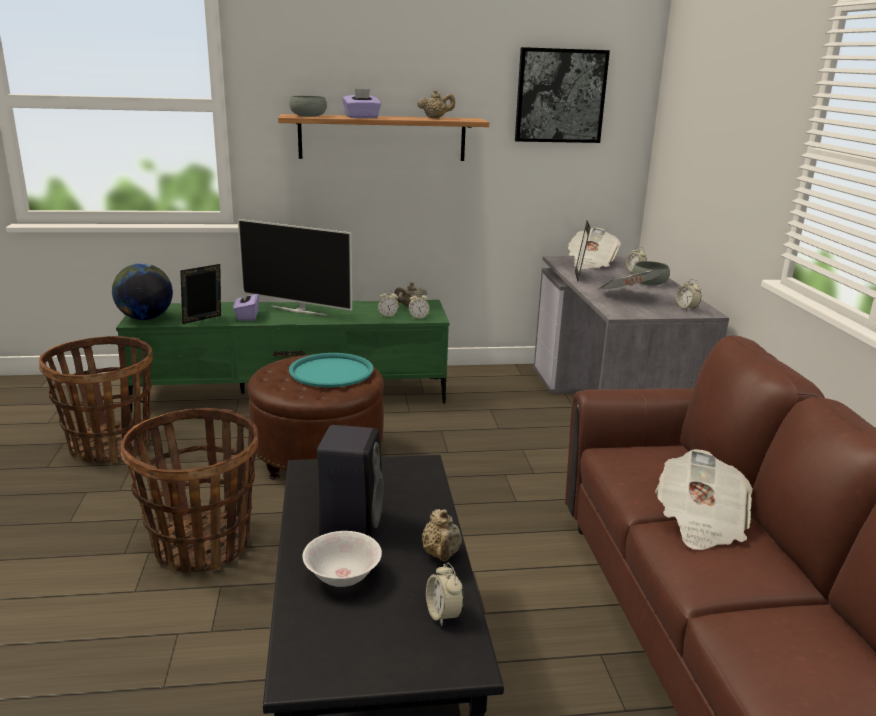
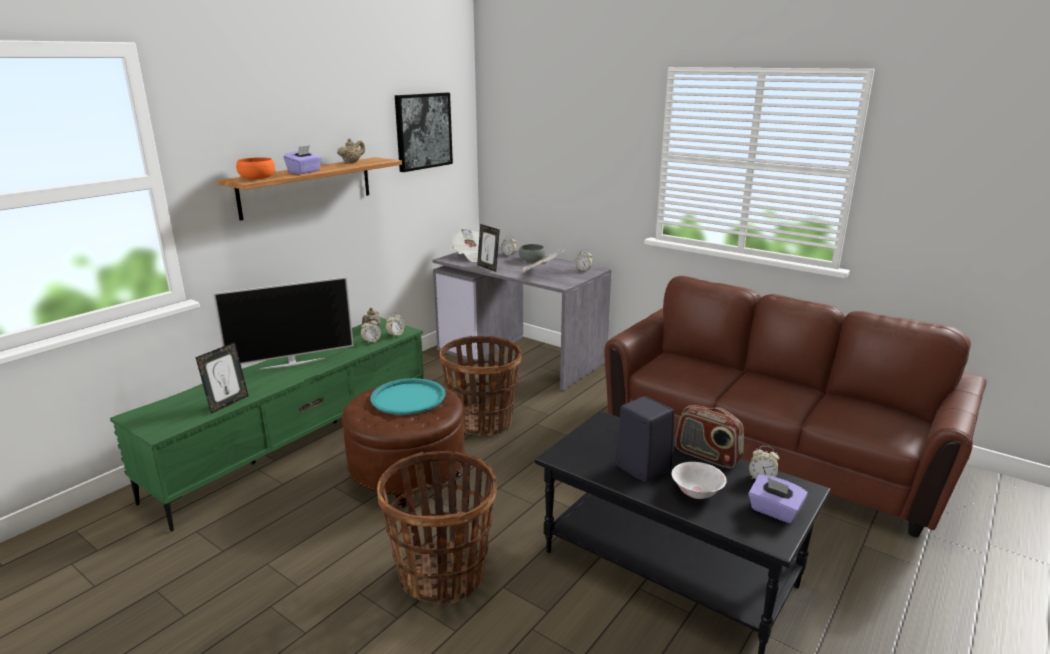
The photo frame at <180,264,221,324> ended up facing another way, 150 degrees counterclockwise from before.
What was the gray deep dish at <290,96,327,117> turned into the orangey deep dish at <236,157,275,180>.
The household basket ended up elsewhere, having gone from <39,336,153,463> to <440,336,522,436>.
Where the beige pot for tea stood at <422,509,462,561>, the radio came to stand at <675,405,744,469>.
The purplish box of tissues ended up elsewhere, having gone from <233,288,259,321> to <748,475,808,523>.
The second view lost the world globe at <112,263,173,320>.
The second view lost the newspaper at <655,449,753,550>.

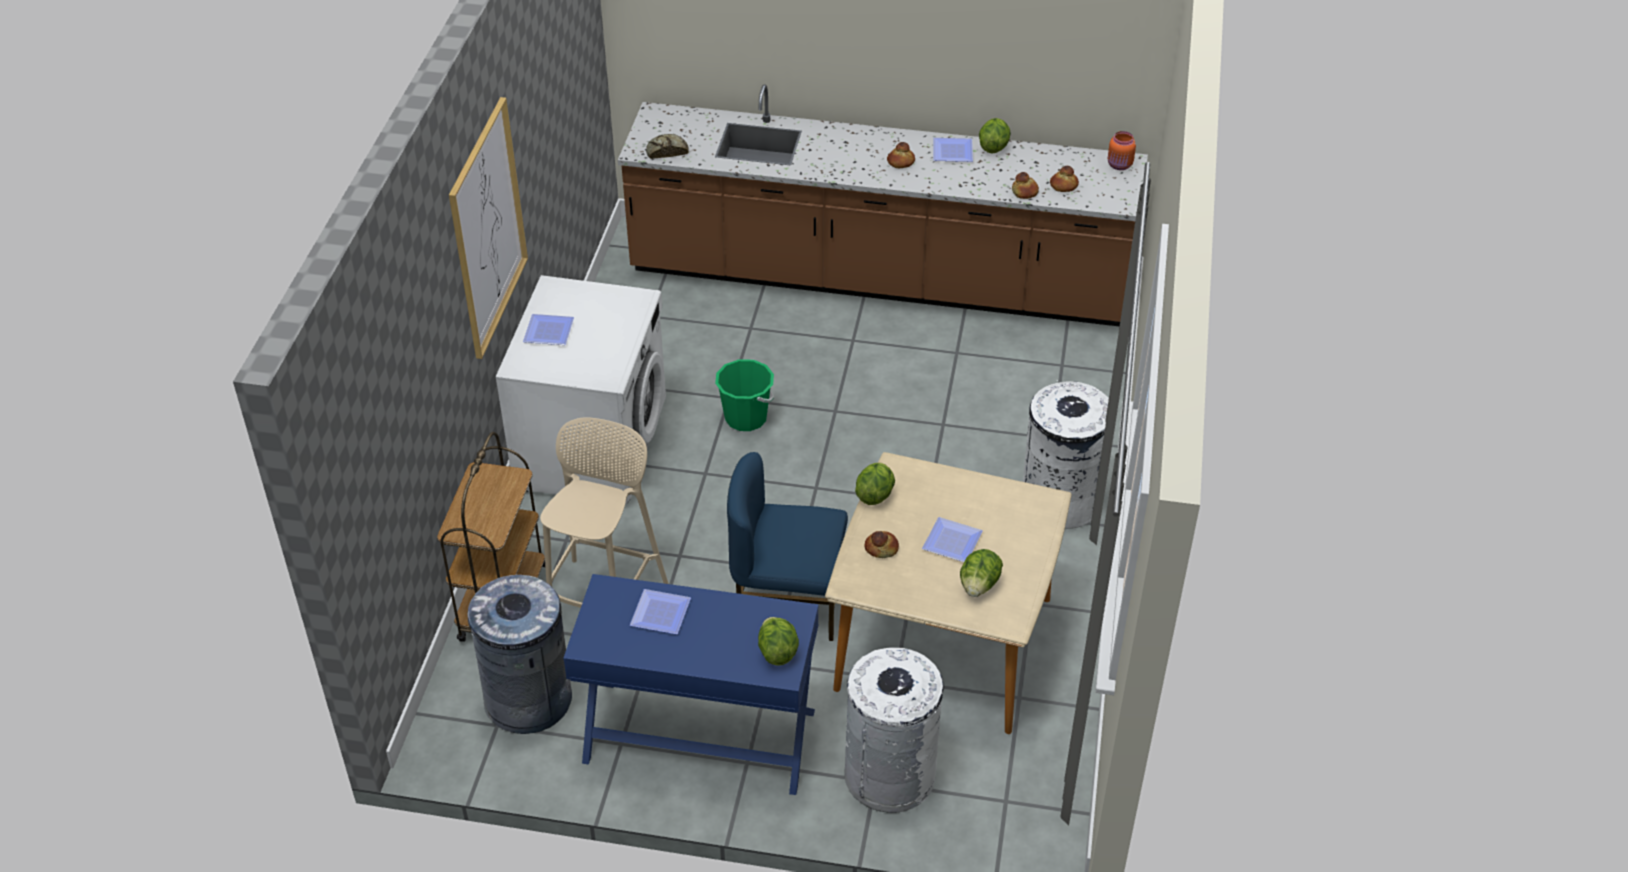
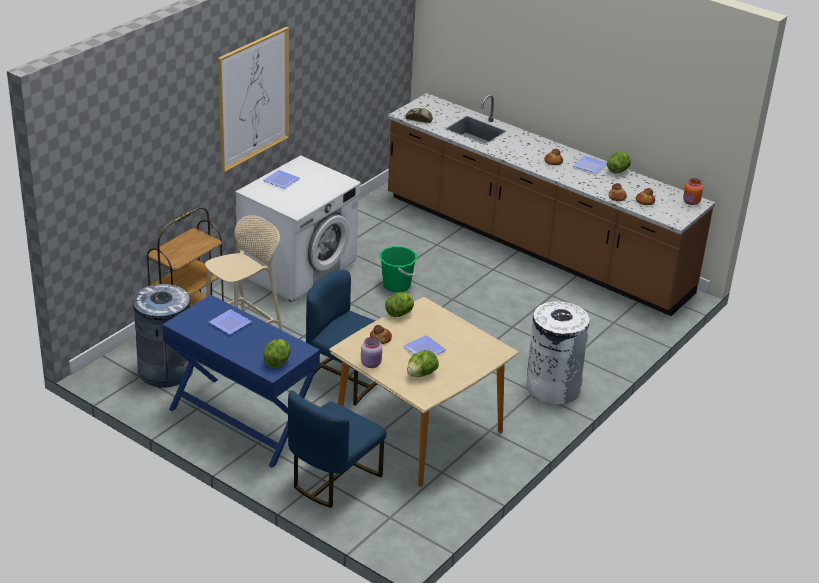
Where the whitish trash can stood at <844,647,944,813>, the bluish chair came to stand at <288,390,386,508>.
The second view gained the pinkish preserve jar at <361,337,382,368>.

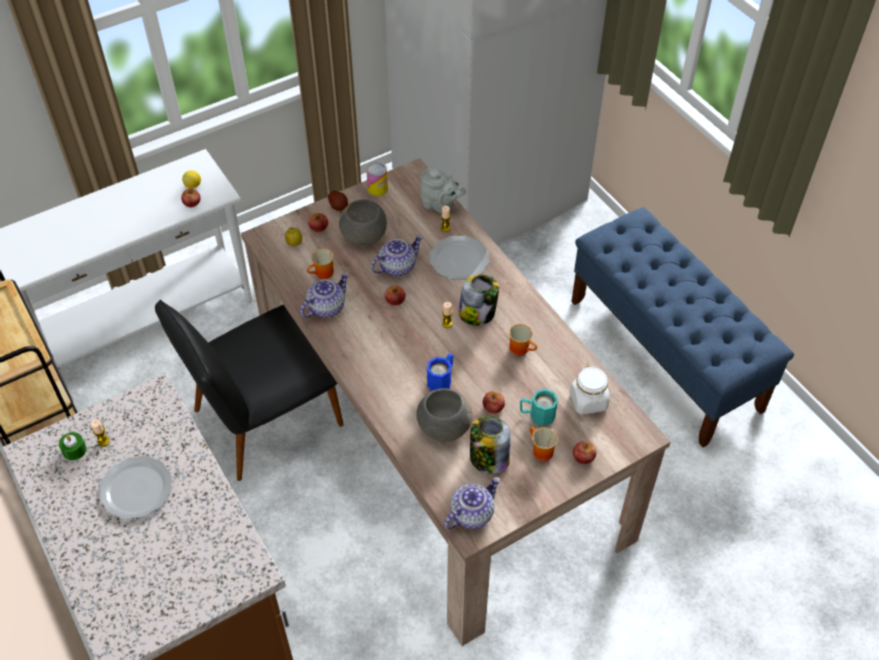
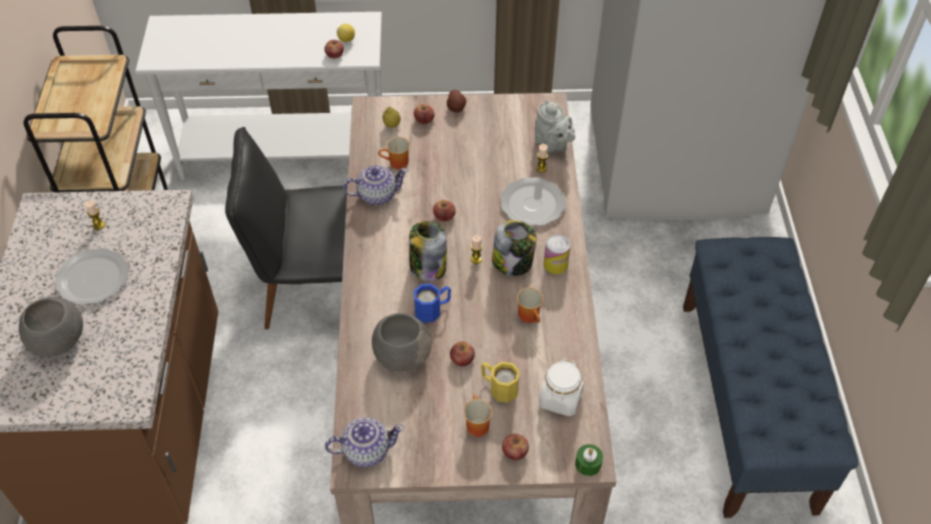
The gray deep dish ended up elsewhere, having gone from <339,200,387,245> to <19,297,83,357>.
The preserve jar ended up elsewhere, having gone from <470,416,511,474> to <409,221,447,282>.
What was the turquoise mug at <520,389,558,426> turned into the yellow mug at <481,361,520,403>.
The metal can ended up elsewhere, having gone from <366,162,388,196> to <544,234,571,274>.
The greenish wax light ended up elsewhere, having gone from <59,432,87,460> to <575,444,603,476>.
The second view lost the pot for tea at <371,236,423,276>.

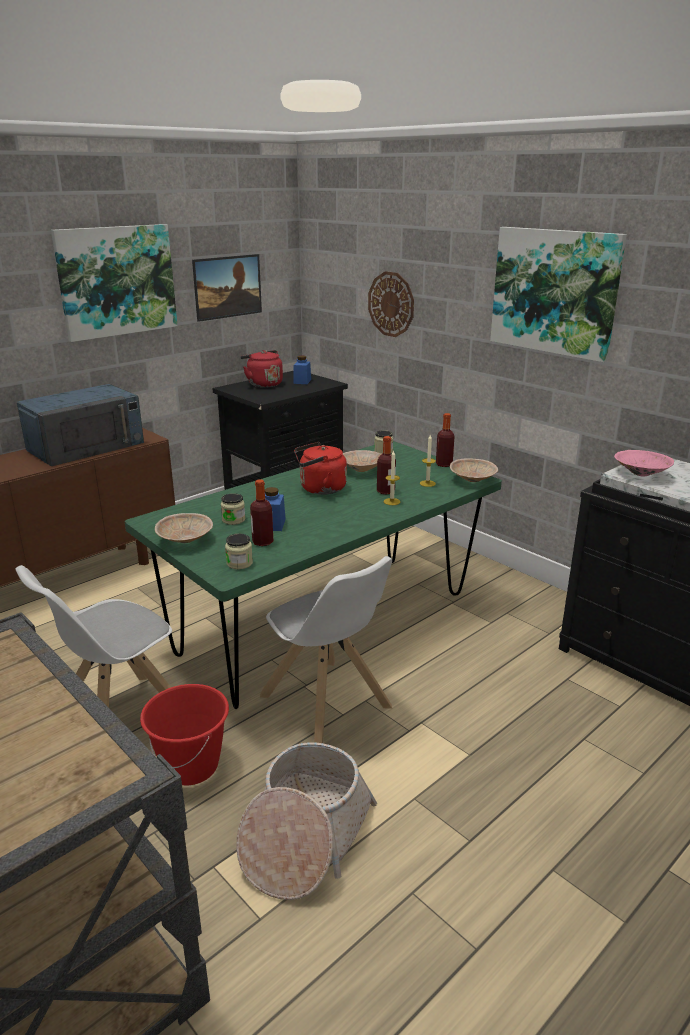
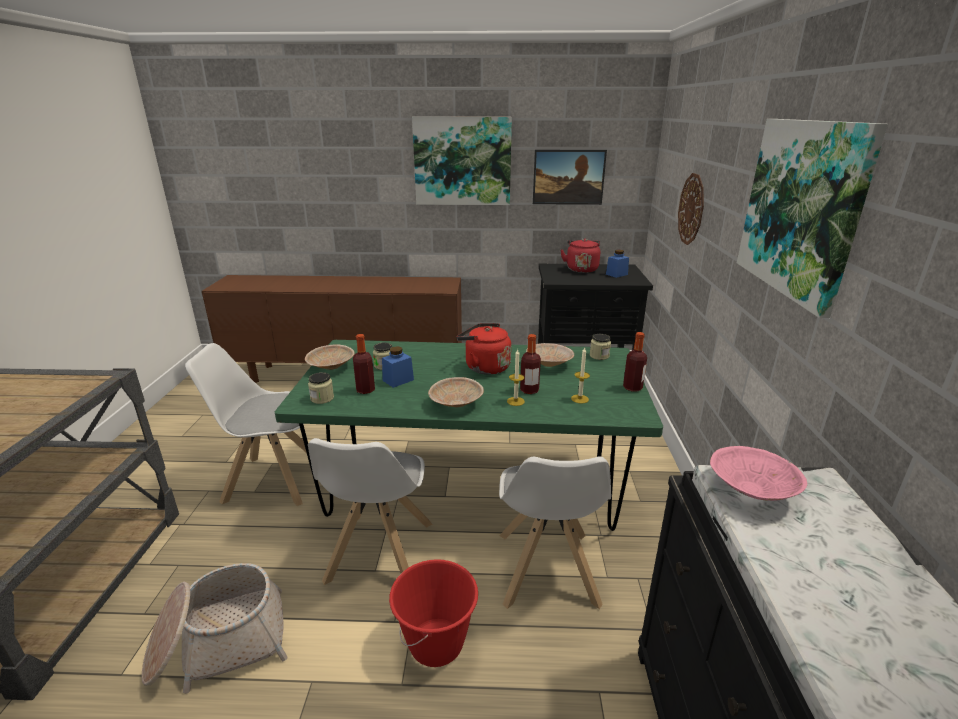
The red-coloured water bucket ended up elsewhere, having gone from <140,684,229,785> to <389,559,478,667>.
The beige deep dish ended up elsewhere, having gone from <450,458,498,482> to <428,377,484,407>.
The second view gained the chair at <499,457,611,609>.
The second view lost the bluish microwave at <17,384,144,466>.

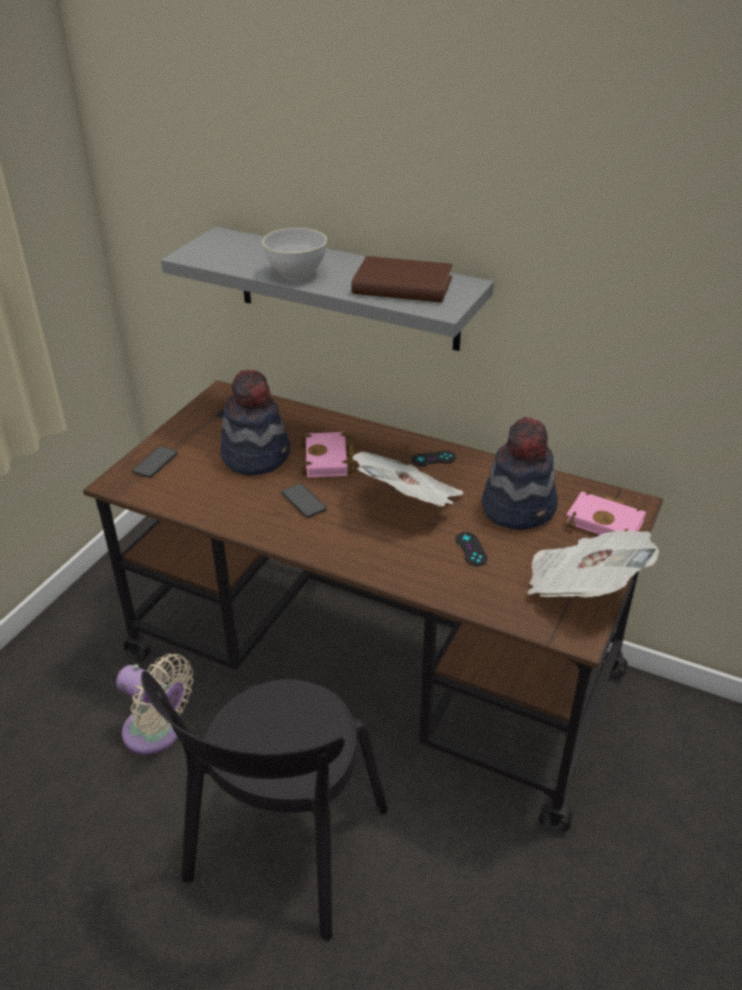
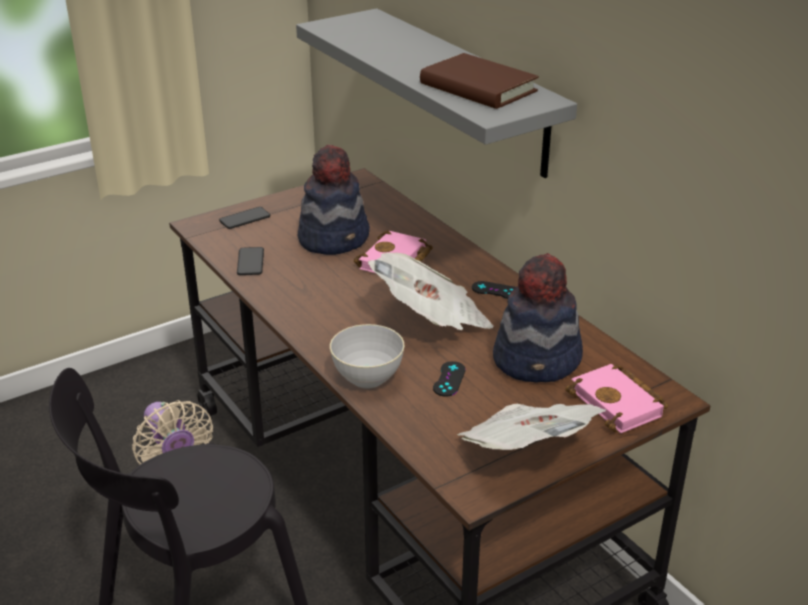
The phone ended up elsewhere, having gone from <281,484,327,518> to <237,247,264,275>.
The gray deep dish ended up elsewhere, having gone from <262,228,327,280> to <330,324,404,389>.

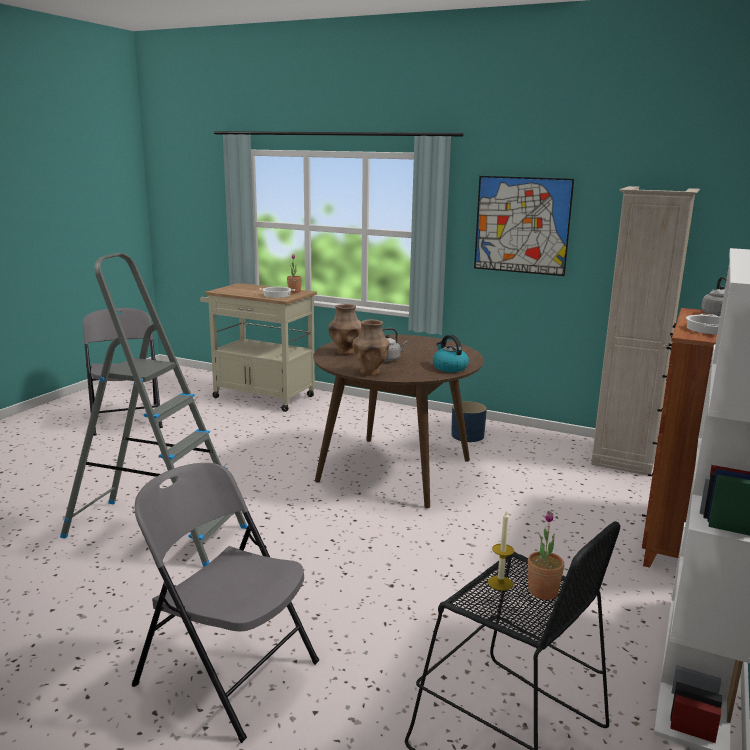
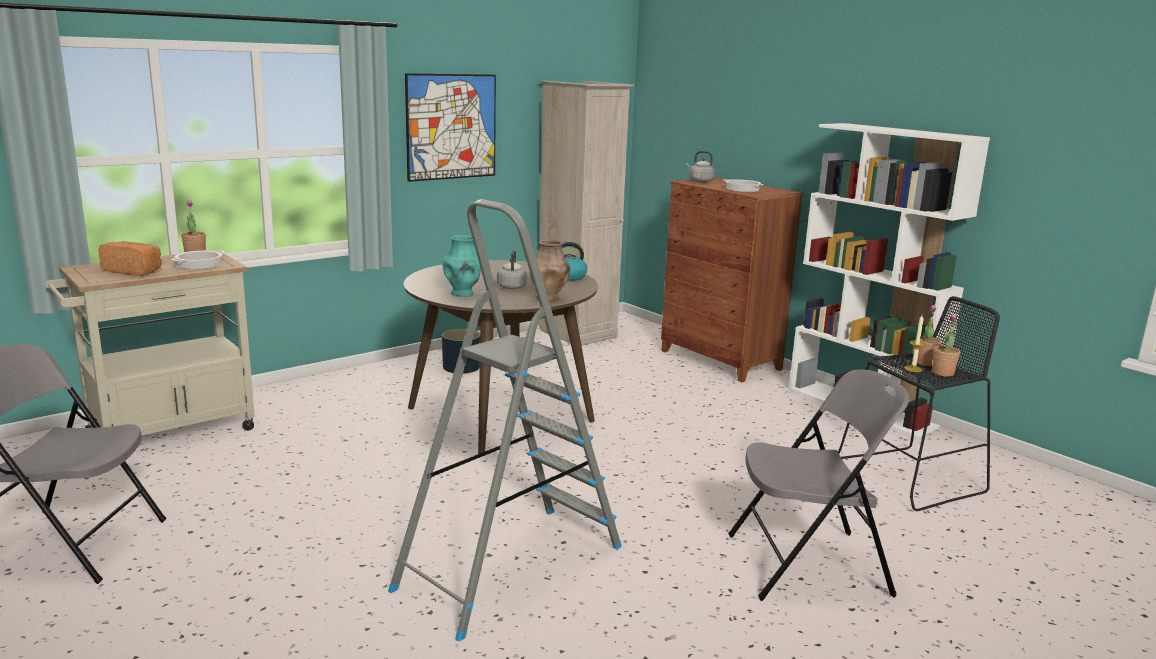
The second view gained the bread at <98,241,162,276>.
What was the brown vase at <328,304,361,355> turned into the turquoise vase at <442,235,481,297>.
The gray chair at <132,463,319,743> ended up facing another way, 150 degrees counterclockwise from before.
The second view gained the houseplant at <932,314,960,377>.

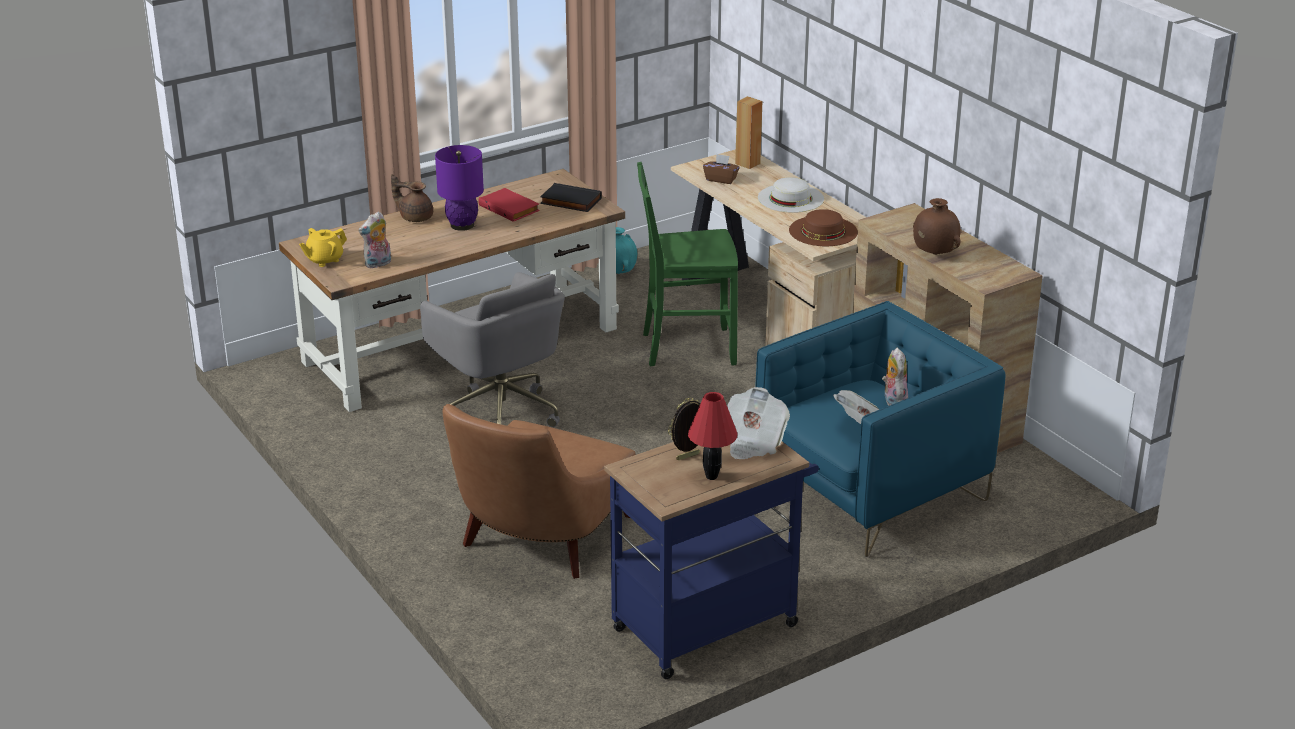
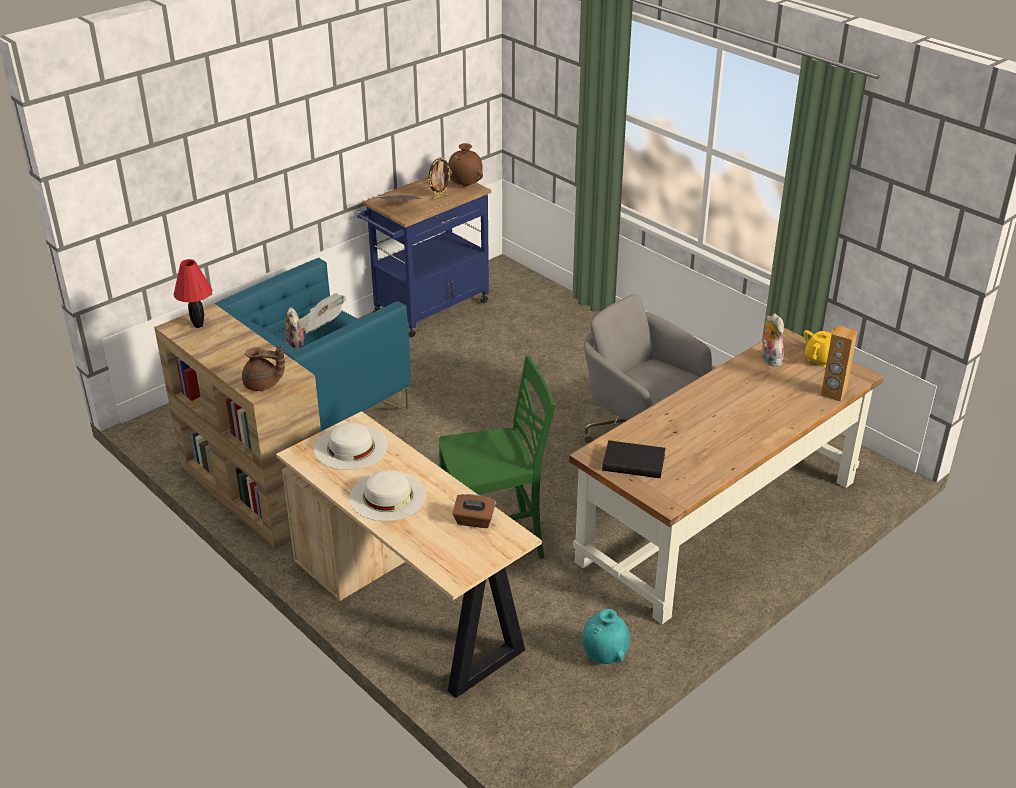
The red-coloured tabletop lamp ended up elsewhere, having gone from <688,392,738,480> to <173,259,212,328>.
The brown pot for tea ended up elsewhere, having gone from <391,174,433,222> to <242,346,285,391>.
What was the brown clothing hat at <789,209,858,246> turned into the whitish clothing hat at <314,423,388,470>.
The brown vase ended up elsewhere, having gone from <913,198,961,255> to <448,143,483,187>.
The soft toy at <358,212,391,268> ended up facing another way, 60 degrees counterclockwise from before.
The brown loudspeaker ended up elsewhere, having gone from <735,96,762,169> to <821,325,858,401>.
The second view lost the purplish tabletop lamp at <435,145,484,231>.
The second view lost the brown armchair at <443,404,636,579>.
The second view lost the red-coloured bound book at <478,188,540,222>.

